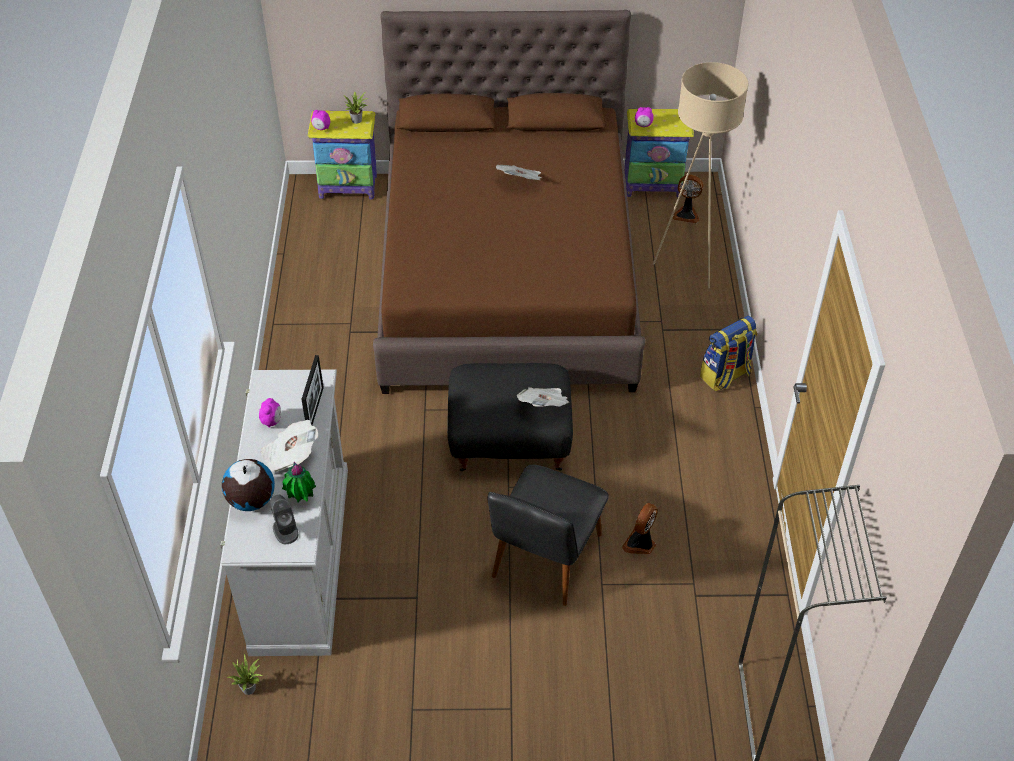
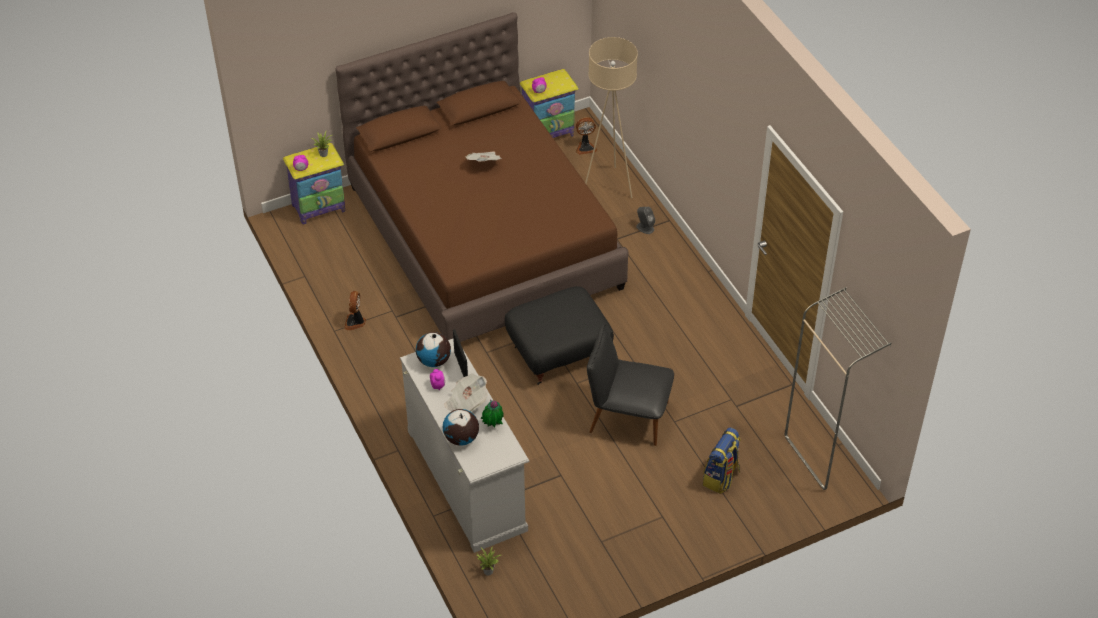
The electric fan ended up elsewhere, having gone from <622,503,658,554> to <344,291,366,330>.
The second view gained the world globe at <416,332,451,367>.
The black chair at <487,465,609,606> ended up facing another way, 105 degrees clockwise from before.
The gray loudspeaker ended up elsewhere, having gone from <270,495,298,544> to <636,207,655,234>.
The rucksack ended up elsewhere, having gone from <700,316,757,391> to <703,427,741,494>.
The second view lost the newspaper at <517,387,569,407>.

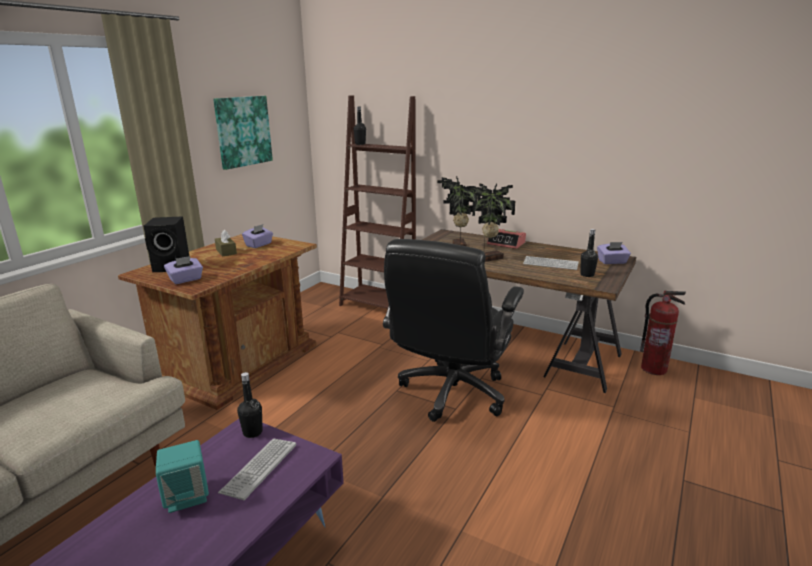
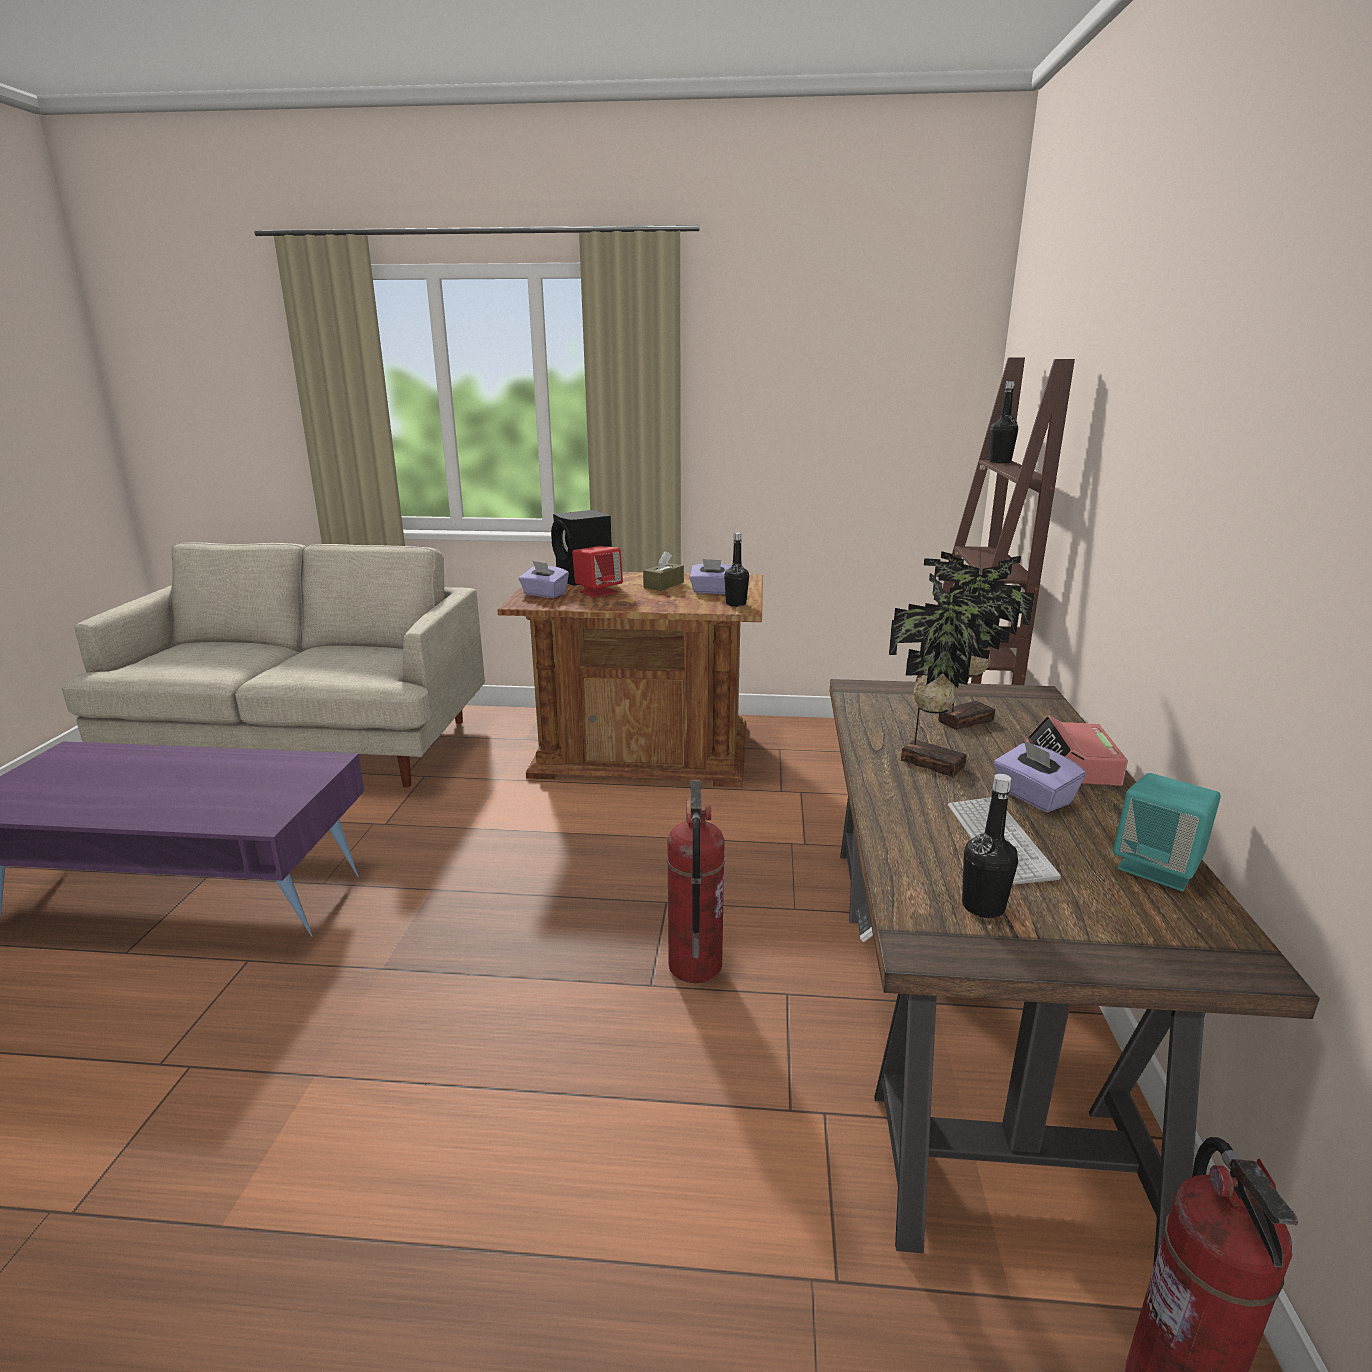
The second view gained the red-coloured loudspeaker at <572,546,623,597>.
Where the black office chair stood at <383,239,524,422>, the extinguisher came to stand at <667,781,725,983>.
The black beverage bottle ended up elsewhere, having gone from <237,372,263,438> to <724,532,749,607>.
The purplish box of tissues ended up elsewhere, having gone from <597,242,631,264> to <994,740,1086,812>.
The turquoise loudspeaker ended up elsewhere, having gone from <156,440,209,513> to <1113,773,1221,891>.
The second view lost the wall art at <213,96,273,170>.
The second view lost the PC keyboard at <218,439,296,500>.

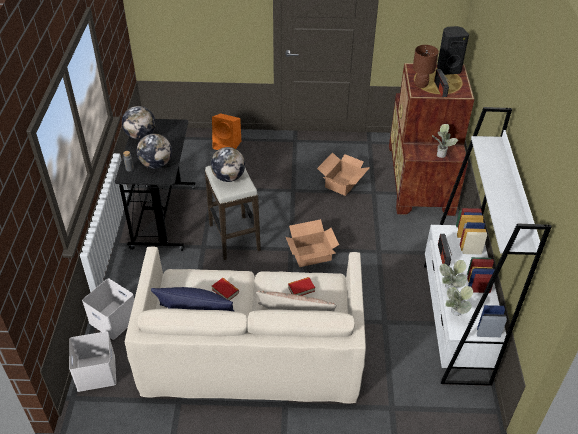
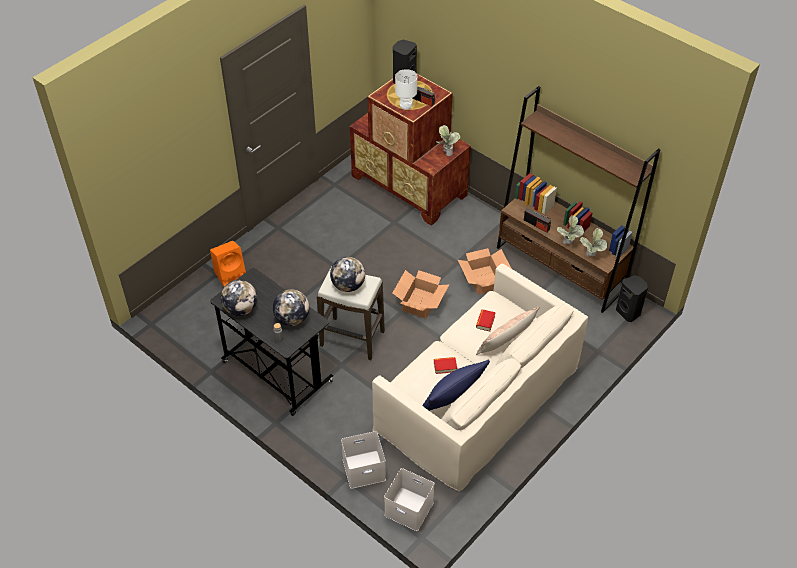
What was the brown tabletop lamp at <413,45,439,88> turned into the whitish tabletop lamp at <395,69,417,110>.
The cardboard box ended up elsewhere, having gone from <317,152,370,196> to <458,248,512,295>.
What was the whitish bookshelf at <424,107,552,386> turned into the brown bookshelf at <497,86,660,313>.
The second view gained the black loudspeaker at <616,275,648,322>.

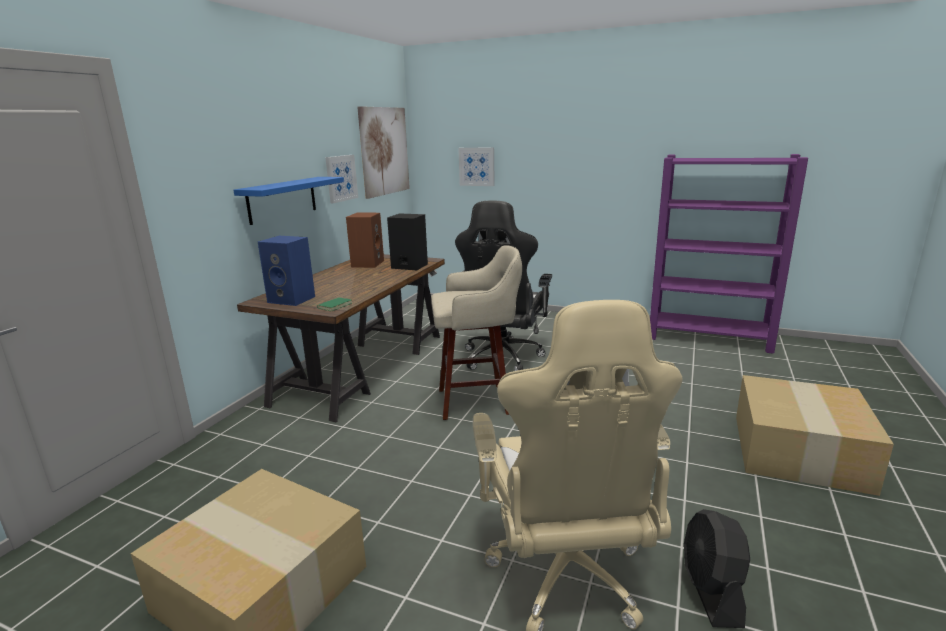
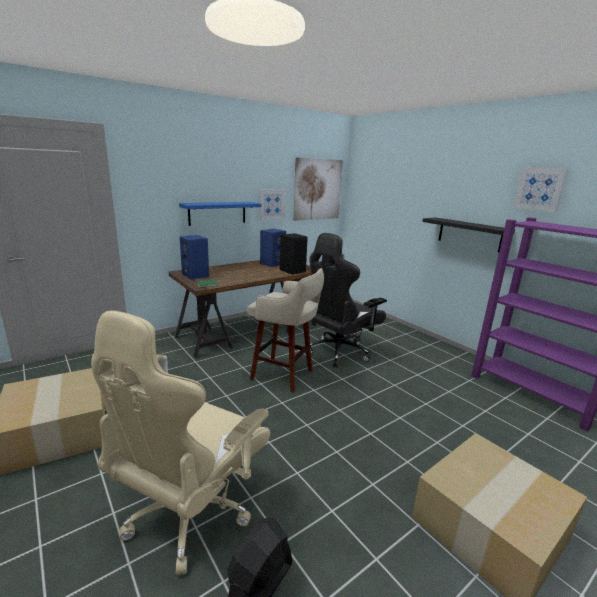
What was the brown loudspeaker at <346,213,384,268> turned into the bluish loudspeaker at <260,229,286,267>.
The second view gained the black shelf at <422,217,515,252>.
The wall art ended up elsewhere, having gone from <458,147,495,186> to <513,167,568,212>.

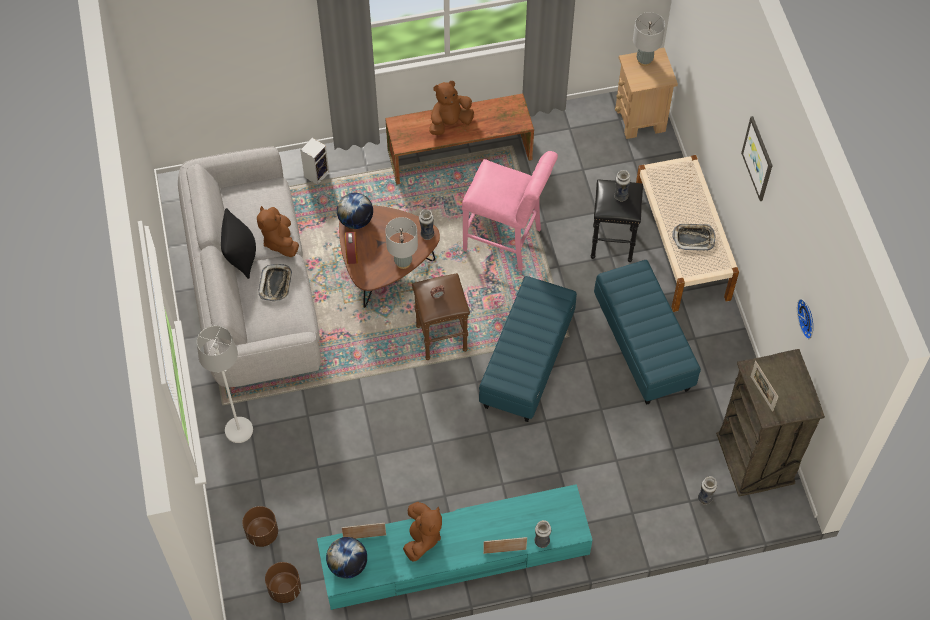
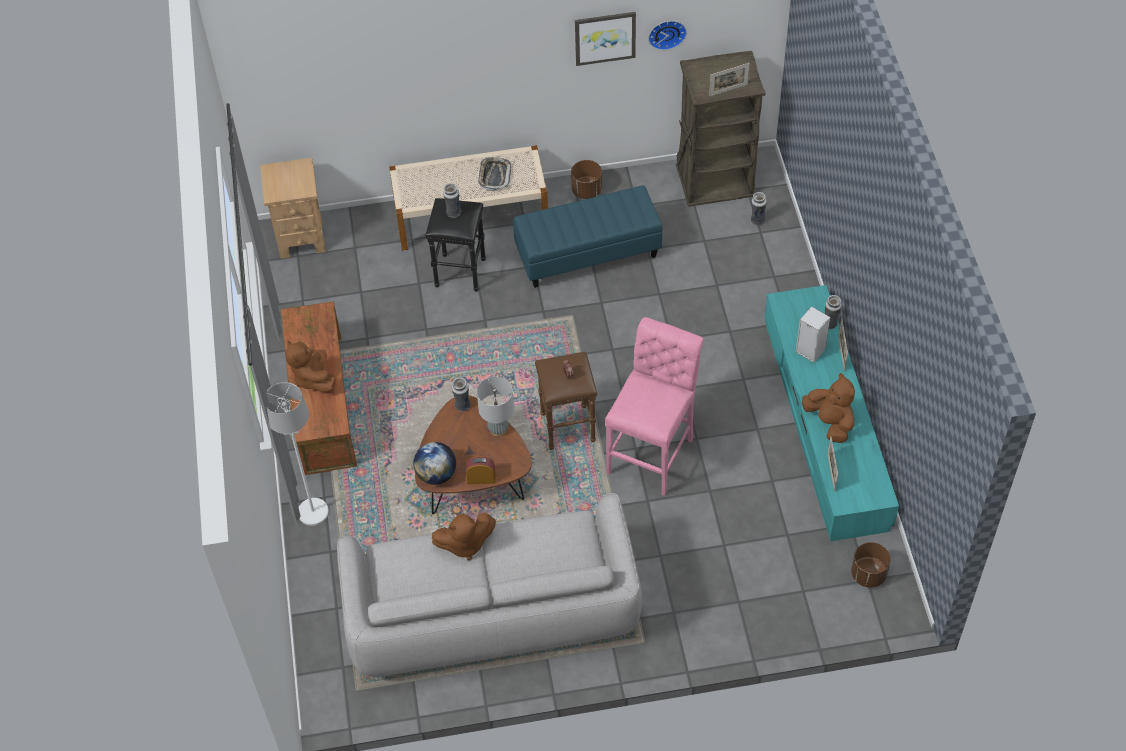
The whitish standing lamp ended up elsewhere, having gone from <197,325,253,443> to <266,382,329,526>.
The brown planter ended up elsewhere, having gone from <243,506,278,547> to <571,160,602,199>.
The wall art ended up elsewhere, having gone from <741,116,773,201> to <575,12,636,66>.
The pinkish stool ended up elsewhere, having gone from <462,151,558,270> to <605,317,704,496>.
The loudspeaker ended up elsewhere, having gone from <300,138,329,185> to <796,306,830,363>.
The brown soft toy at <403,502,442,561> ended up facing another way, 45 degrees clockwise from before.
The second view lost the black cushion at <221,208,256,279>.
The second view lost the serving tray at <259,264,292,301>.
The second view lost the world globe at <326,537,367,578>.
The second view lost the bluish footrest at <479,276,577,422>.
The second view lost the gray tabletop lamp at <633,12,665,66>.

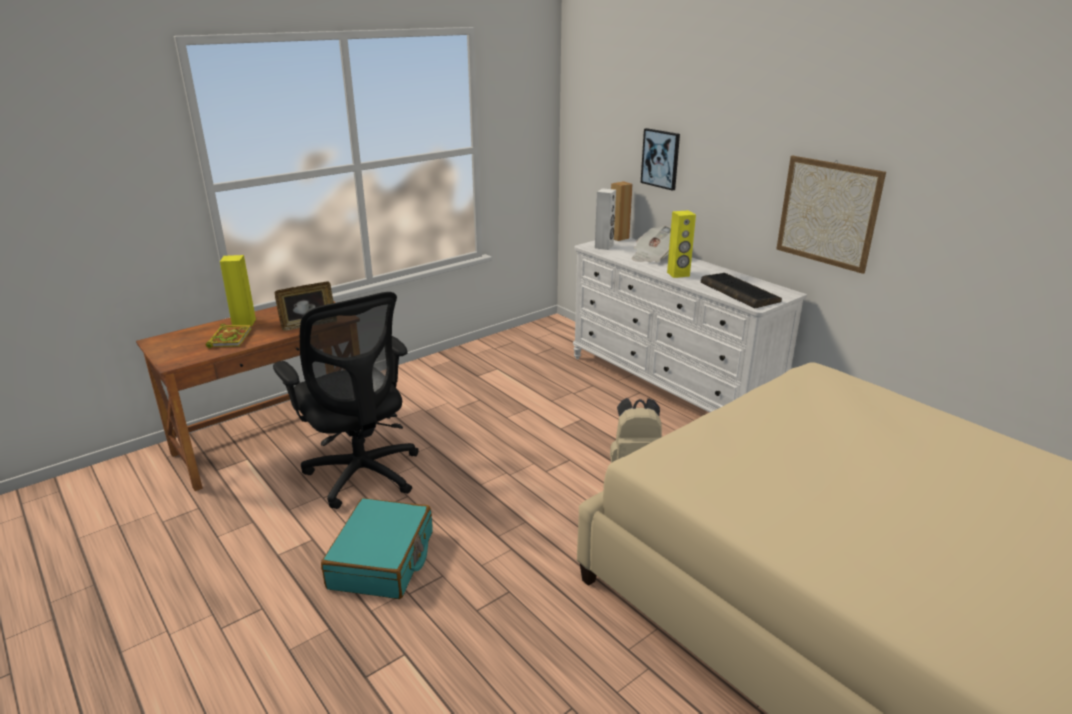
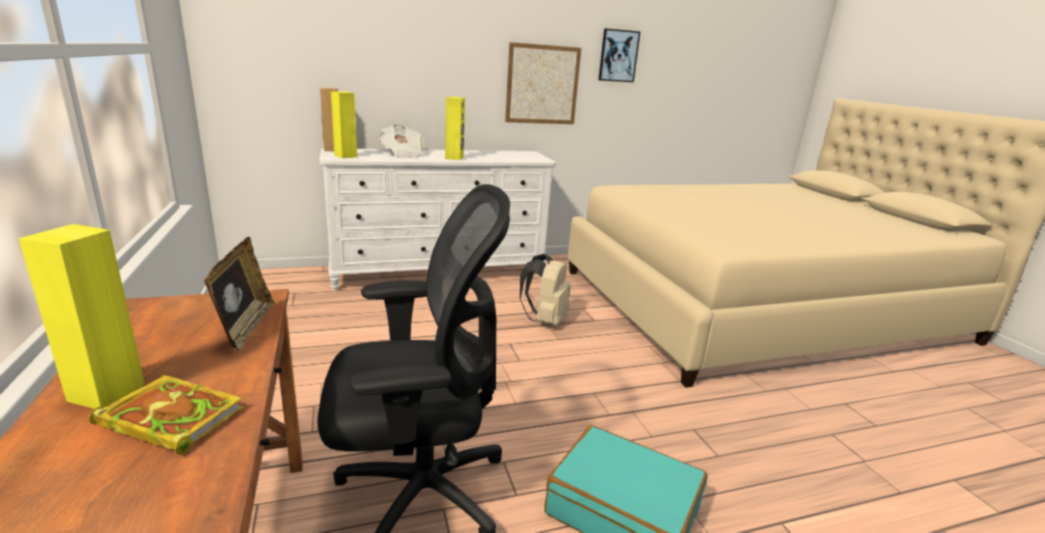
What was the whitish loudspeaker at <595,188,616,250> turned into the yellow loudspeaker at <331,91,357,158>.
The wall art ended up elsewhere, having gone from <641,128,680,191> to <599,28,640,82>.
The second view lost the PC keyboard at <701,273,782,308>.

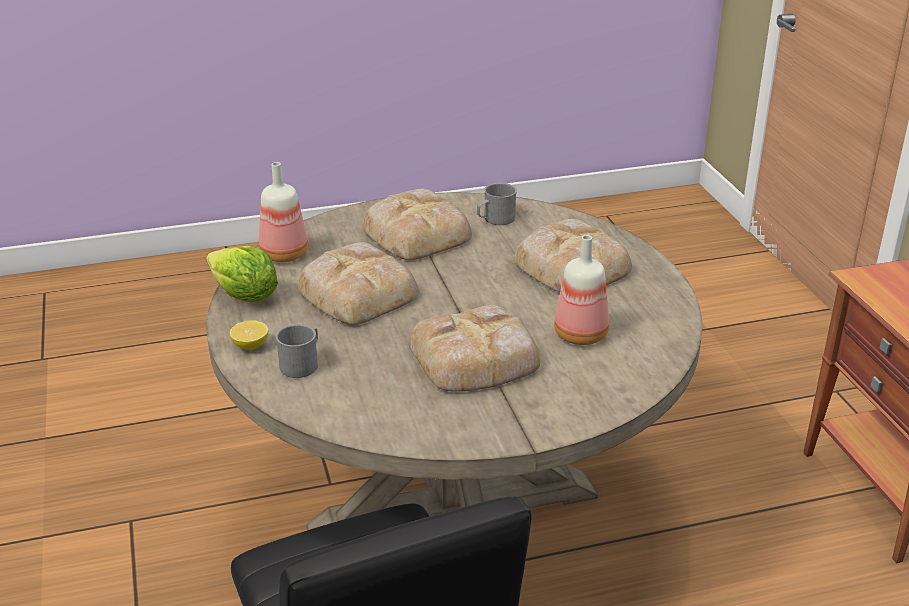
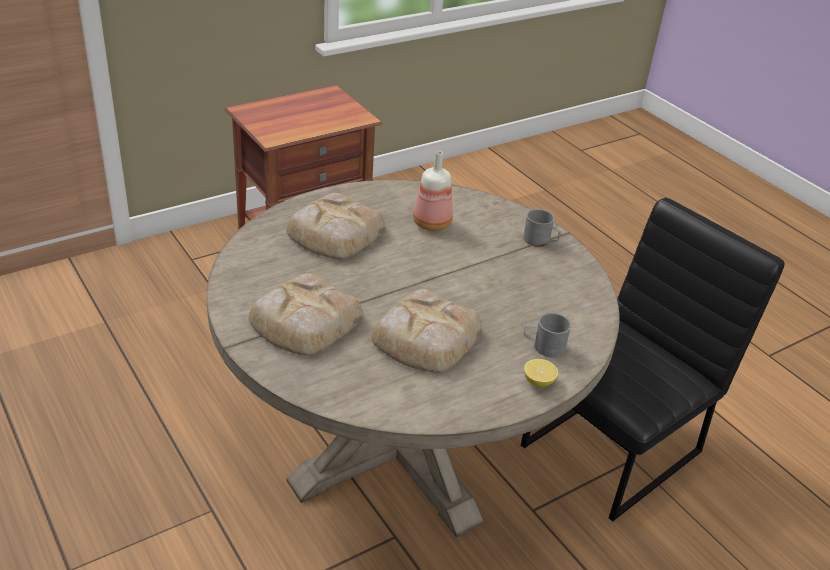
The gray mug ended up elsewhere, having gone from <477,183,517,225> to <523,209,561,247>.
The second view lost the lettuce head at <206,246,278,302>.
The second view lost the beverage bottle at <259,162,308,262>.
The second view lost the bread at <408,305,540,392>.

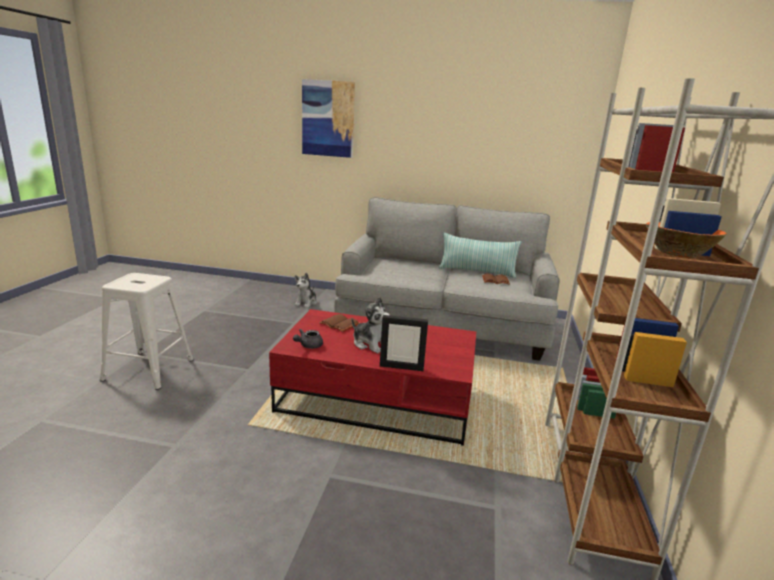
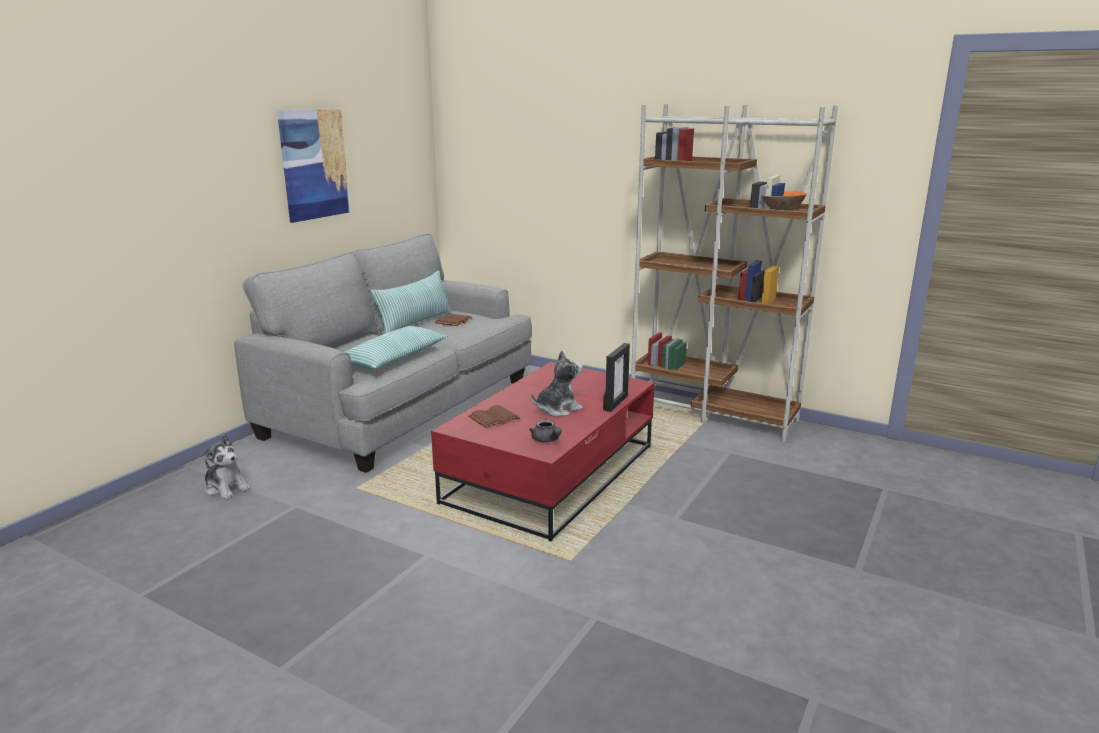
The wall art ended up elsewhere, having gone from <302,79,355,158> to <277,109,350,223>.
The second view gained the cushion at <345,326,448,370>.
The second view lost the whitish stool at <100,273,194,390>.

